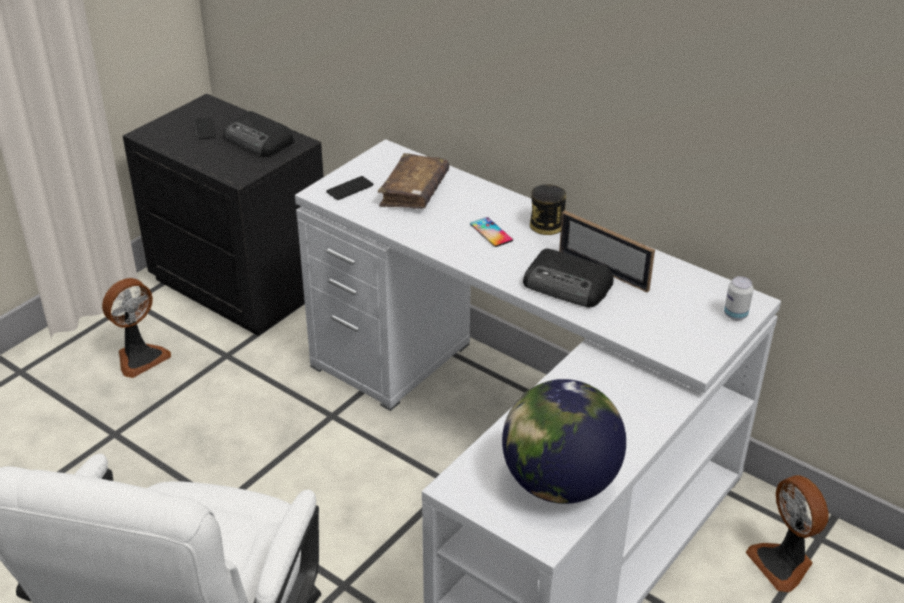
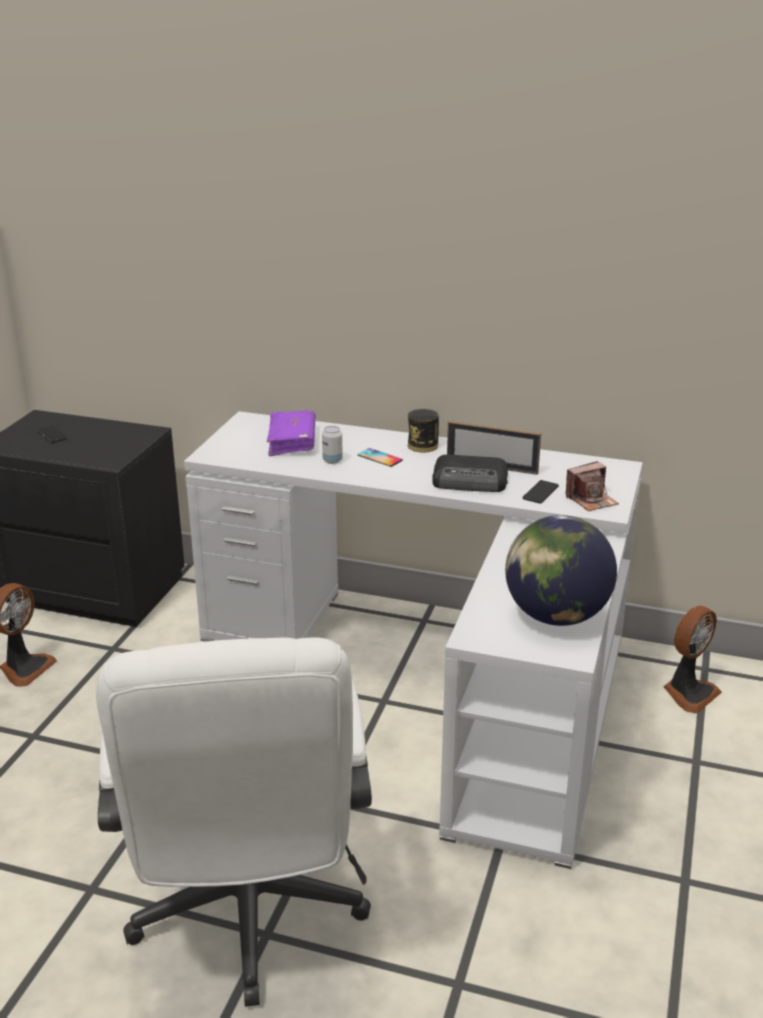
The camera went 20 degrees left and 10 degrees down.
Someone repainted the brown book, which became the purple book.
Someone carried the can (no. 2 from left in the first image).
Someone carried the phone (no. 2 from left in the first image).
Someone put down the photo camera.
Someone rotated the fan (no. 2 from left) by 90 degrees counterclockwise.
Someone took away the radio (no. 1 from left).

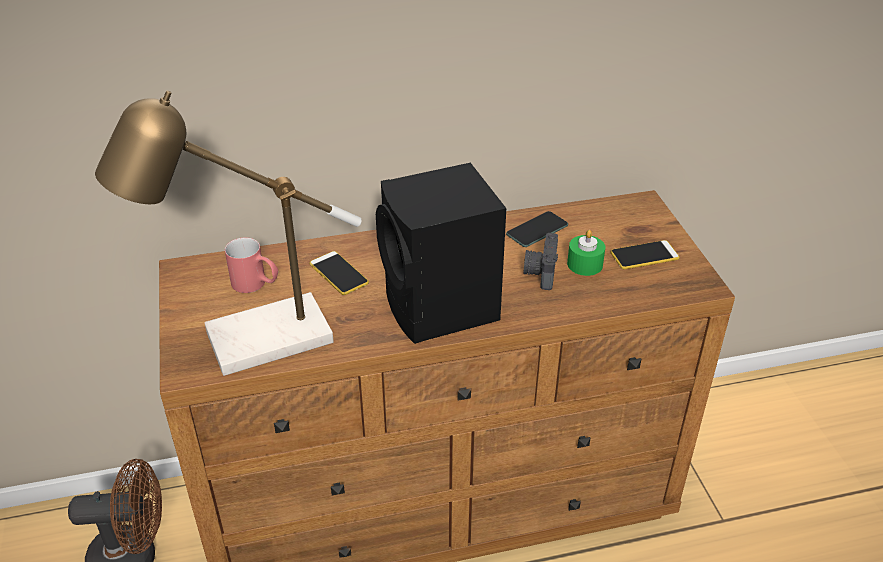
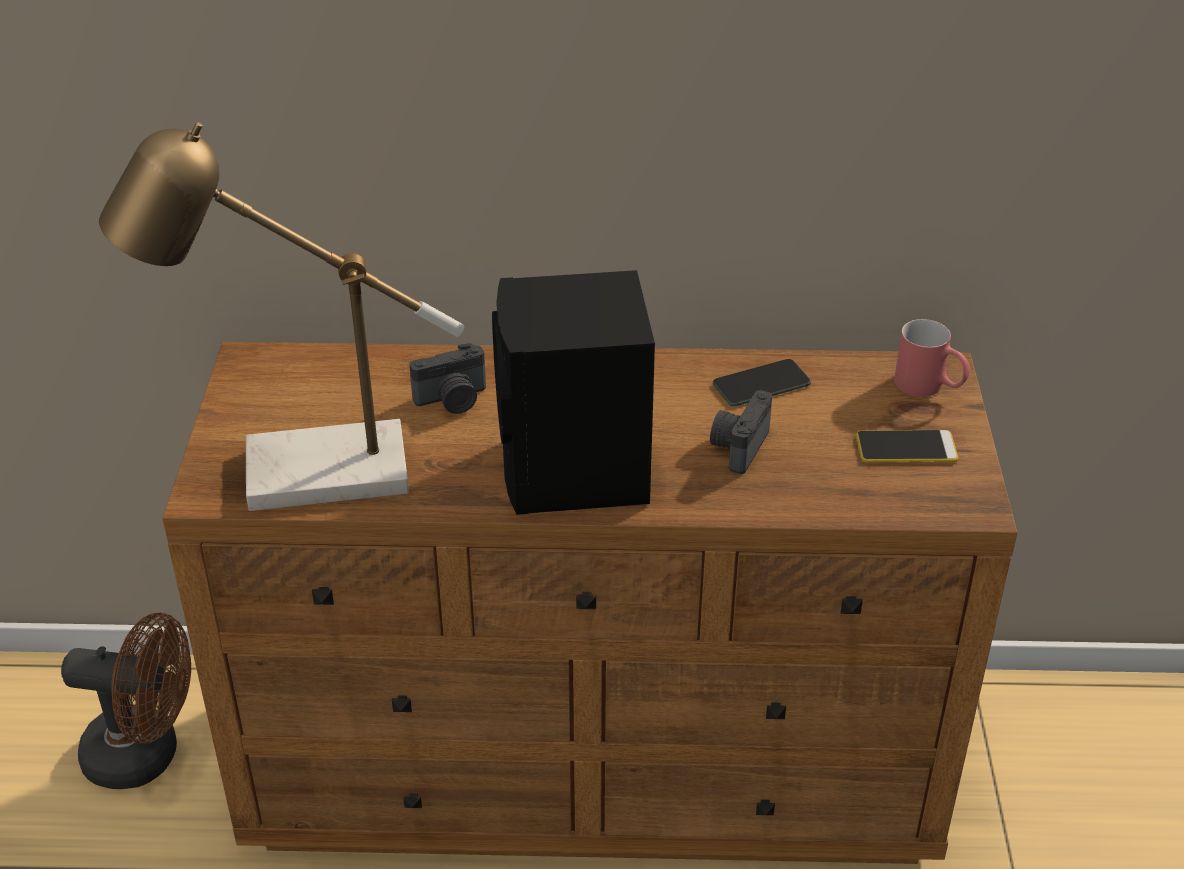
The camera went 15 degrees right and 0 degrees up.
Someone swapped the phone (no. 1 from left) for the photo camera (no. 1 from left).
Someone carried the red mug.
Someone took away the green candle.

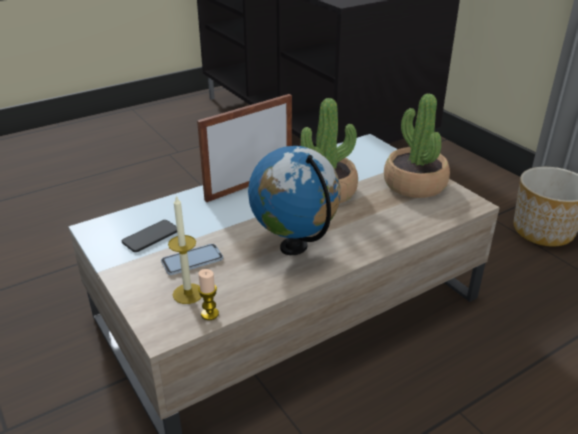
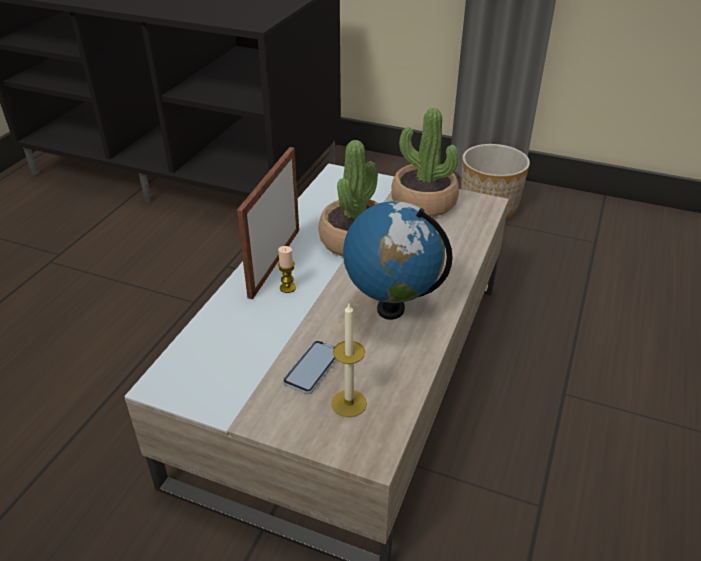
The camera went 35 degrees left and 5 degrees up.
Someone carried the candle (no. 2 from left in the first image).
Someone took away the phone (no. 1 from left).

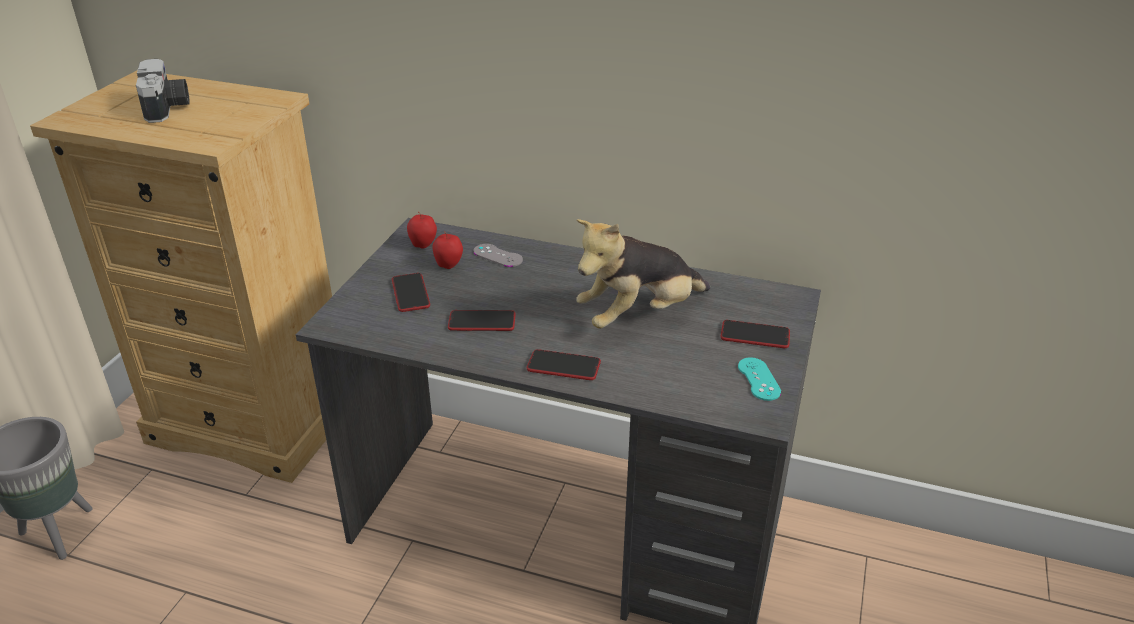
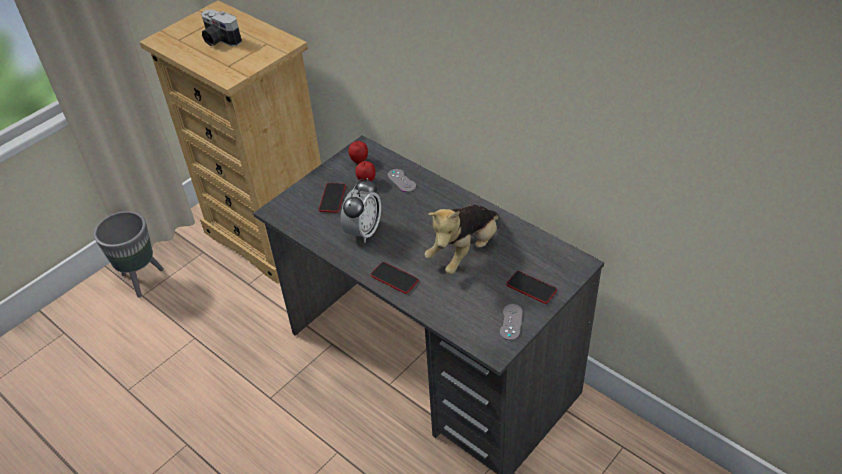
The camera went 25 degrees right and 10 degrees up.
Someone rotated the photo camera by 120 degrees clockwise.
Someone swapped the phone (no. 2 from left) for the alarm clock.
Someone rotated the plush toy by 45 degrees counterclockwise.
Someone repainted the turquoise game controller, which became the grey game controller (no. 2 from left).

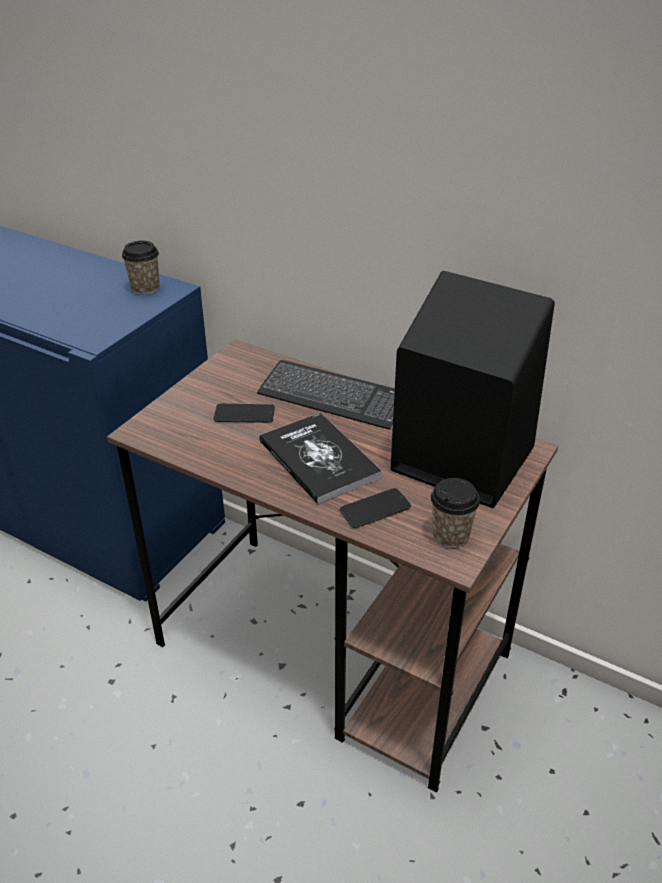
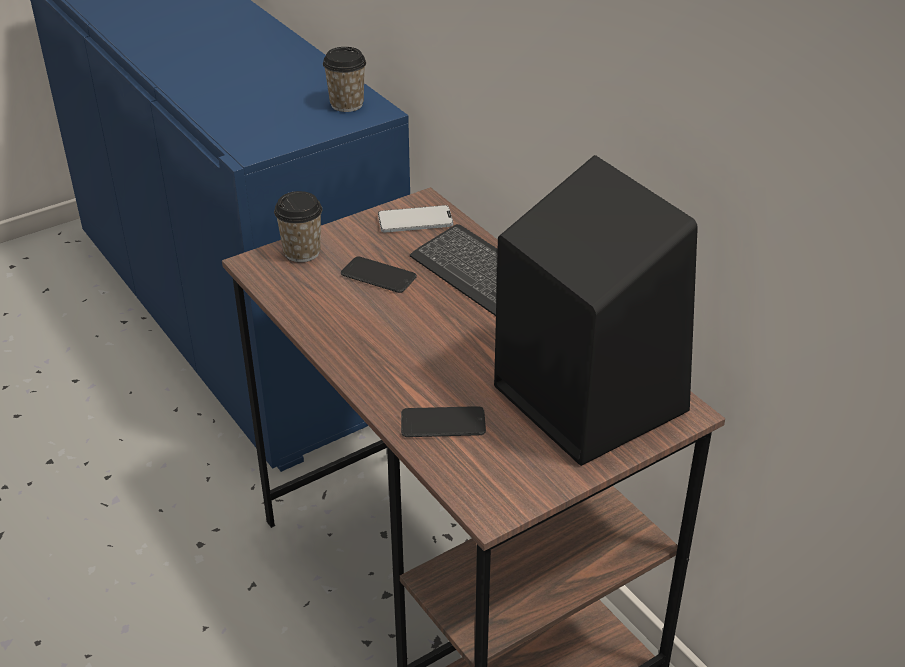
The camera went 25 degrees right and 0 degrees up.
Someone carried the cup (no. 2 from left in the first image).
Someone put down the phone (no. 2 from left).
Someone took away the book.

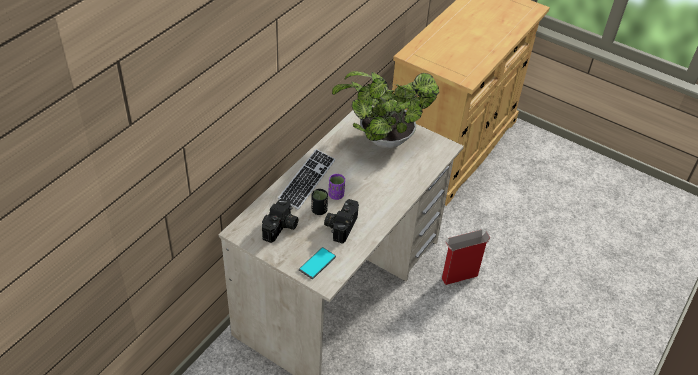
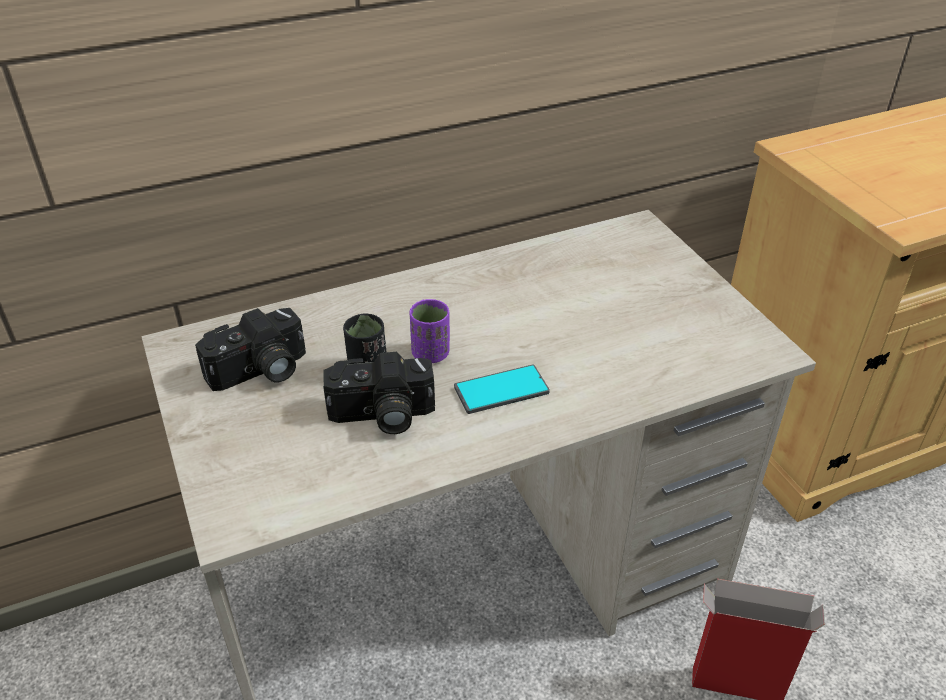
The camera went 35 degrees right and 5 degrees down.
Someone rotated the photo camera (no. 2 from left) by 150 degrees counterclockwise.
Someone carried the phone.
Someone took away the keyboard.
Someone took away the potted plant.

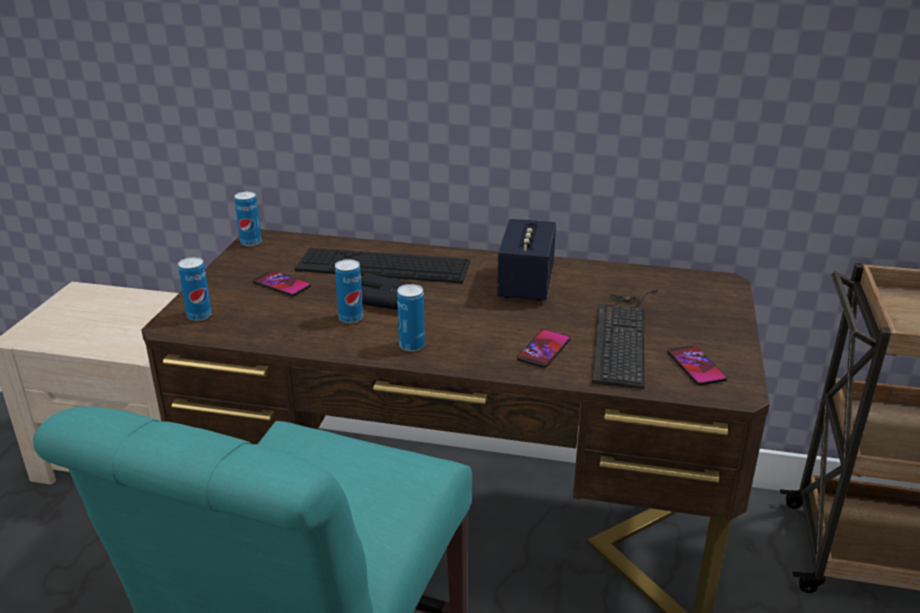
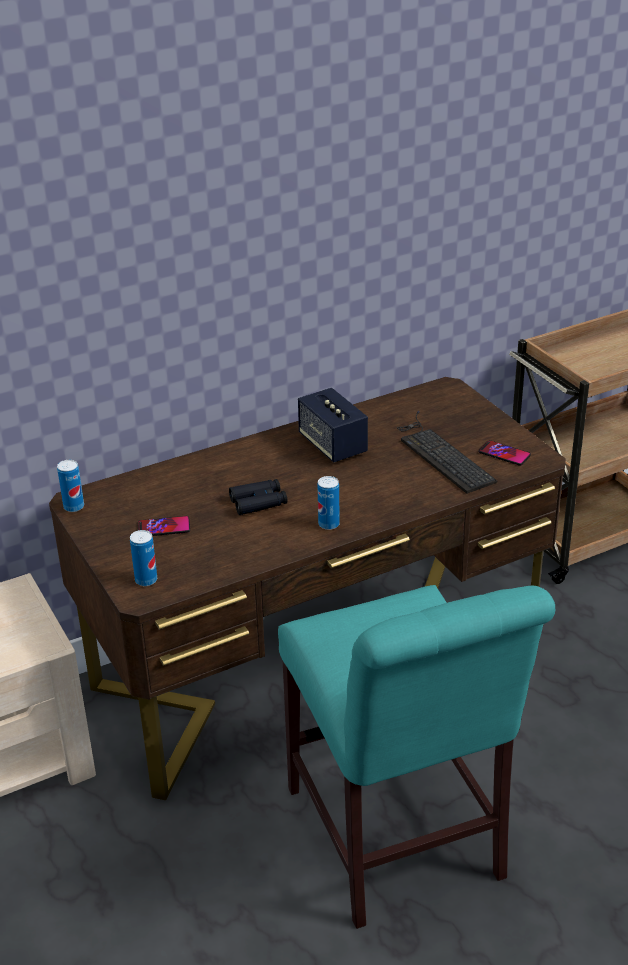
The camera went 40 degrees left and 5 degrees up.
Someone took away the keyboard (no. 1 from left).
Someone took away the can (no. 3 from left).
Someone took away the phone (no. 2 from left).

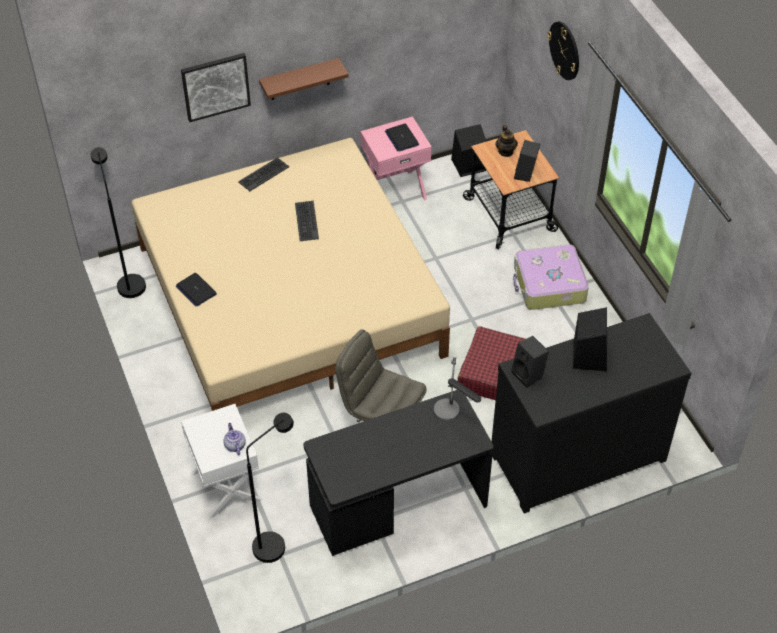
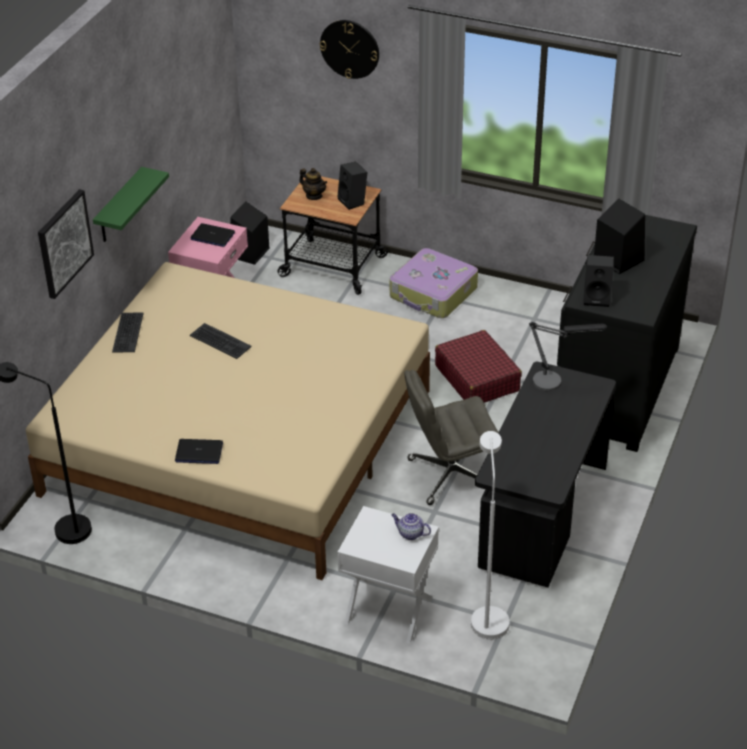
The camera went 45 degrees left and 10 degrees down.
Someone repainted the brown shelf, which became the green shelf.
Someone repainted the black floor lamp (no. 2 from left), which became the white floor lamp.

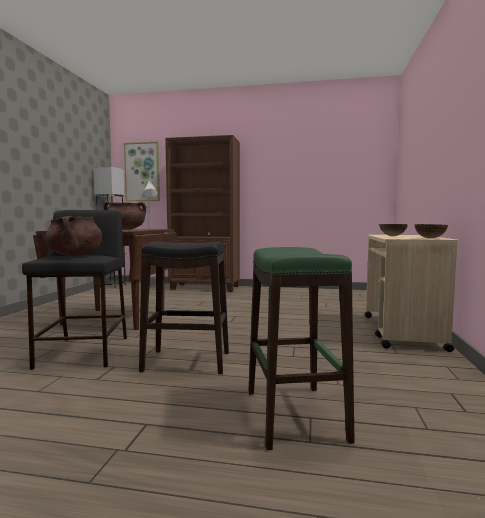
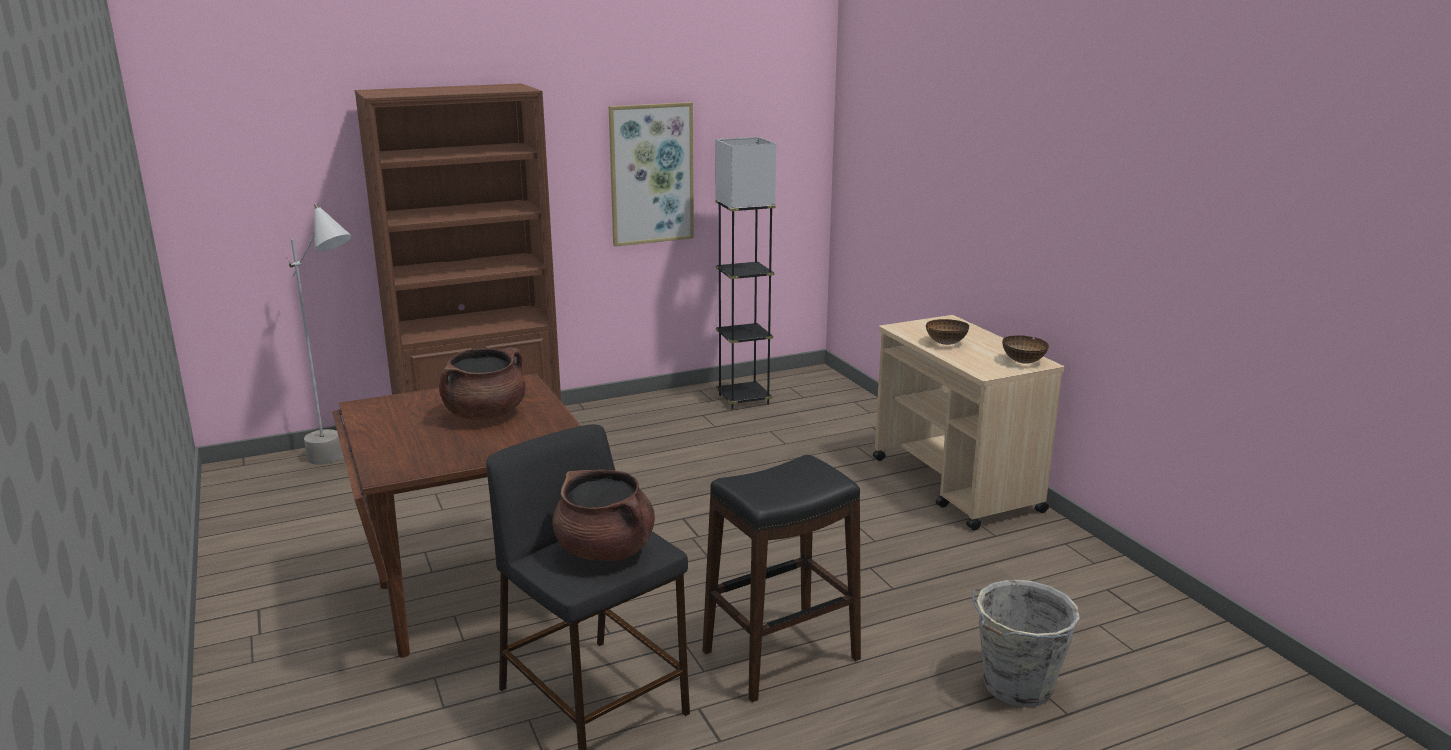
The camera went 35 degrees left and 15 degrees up.
Someone carried the picture.
Someone carried the grey floor lamp (no. 1 from left in the first image).
Someone swapped the green stool for the grey bucket.

